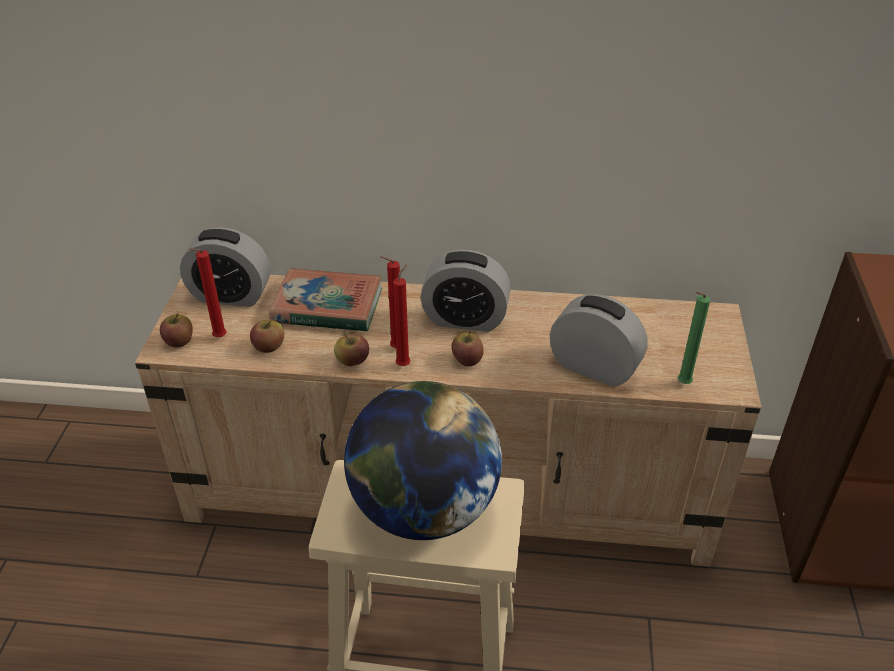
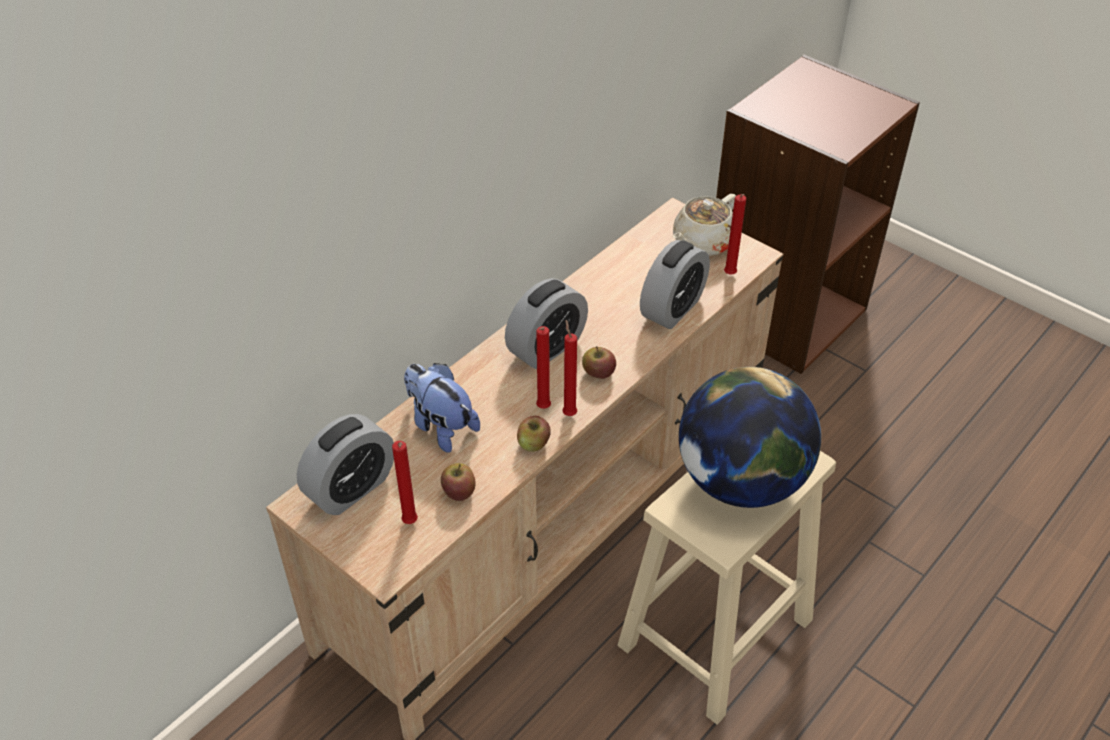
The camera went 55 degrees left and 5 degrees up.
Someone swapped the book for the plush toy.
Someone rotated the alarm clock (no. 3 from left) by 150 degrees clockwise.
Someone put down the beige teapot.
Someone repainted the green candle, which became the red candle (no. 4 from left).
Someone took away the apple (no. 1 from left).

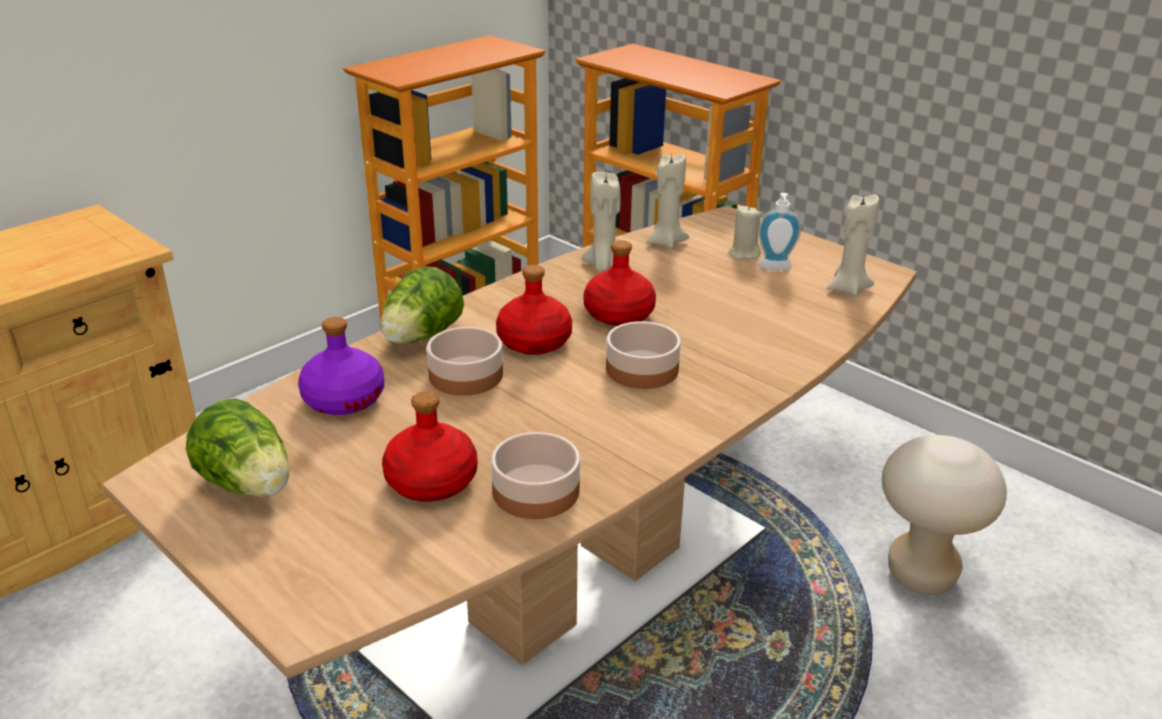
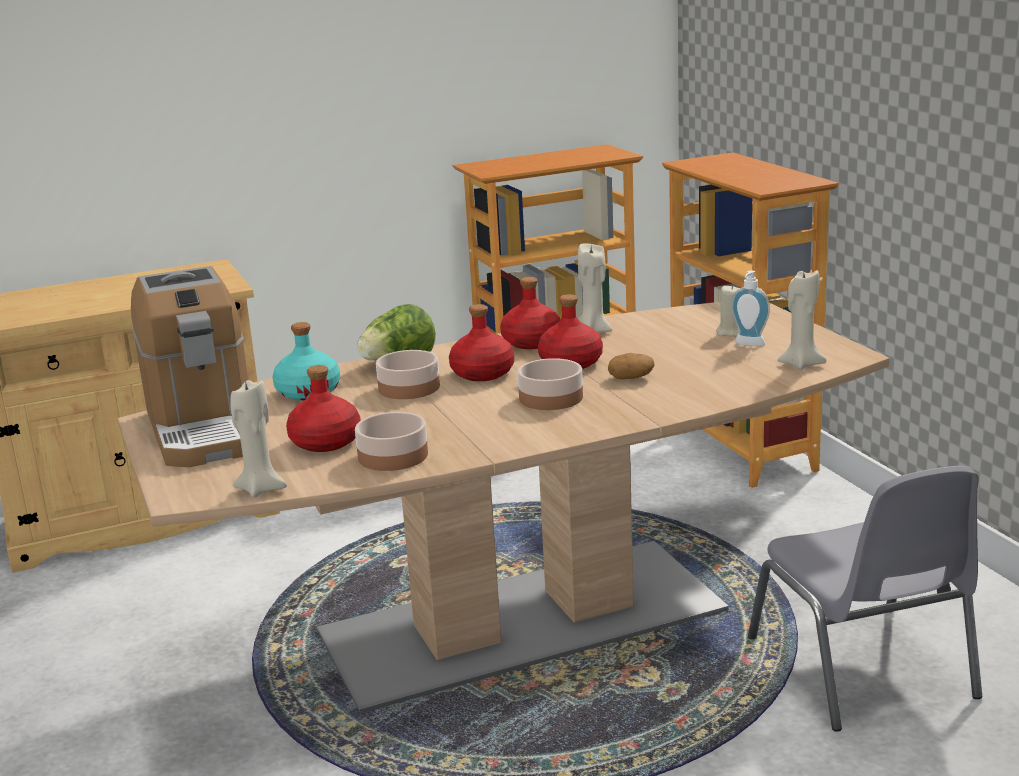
The camera went 25 degrees right and 10 degrees down.
Someone swapped the lettuce (no. 1 from left) for the coffee machine.
Someone carried the beige candle (no. 2 from left in the first image).
Someone repainted the purple bottle, which became the turquoise bottle.
Someone put down the red bottle (no. 3 from left).
Someone put down the potato.
Someone swapped the beige stool for the grey chair.

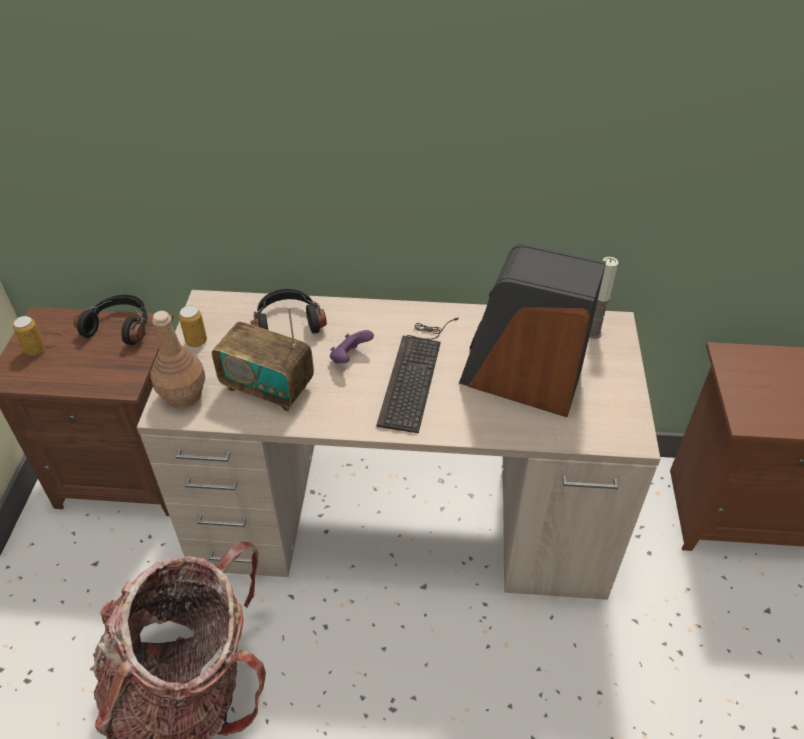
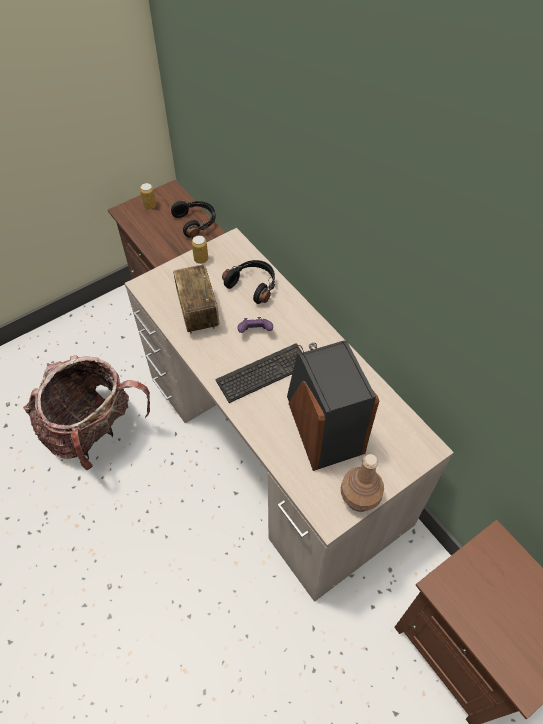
The camera went 50 degrees right and 10 degrees up.
Someone carried the brown bottle.
Someone took away the candle.

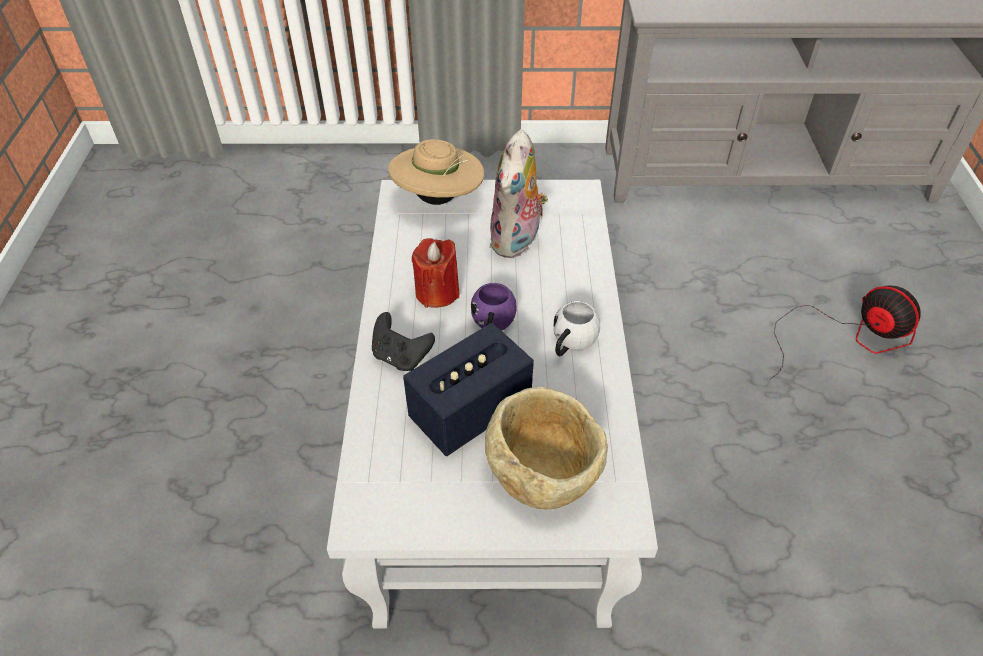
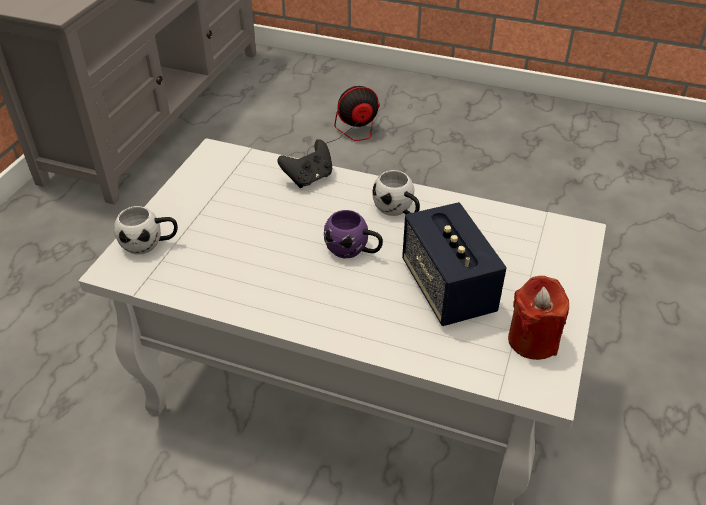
The camera went 70 degrees left and 5 degrees down.
Someone swapped the beige hat for the white mug (no. 1 from left).
Someone carried the black game controller.
Someone carried the red candle.
Someone took away the beige bowl.
Someone took away the plush toy.

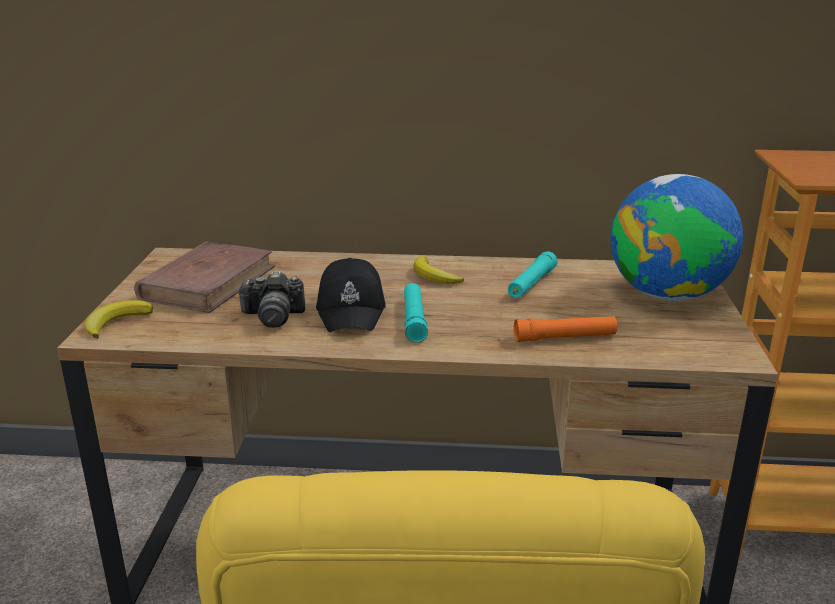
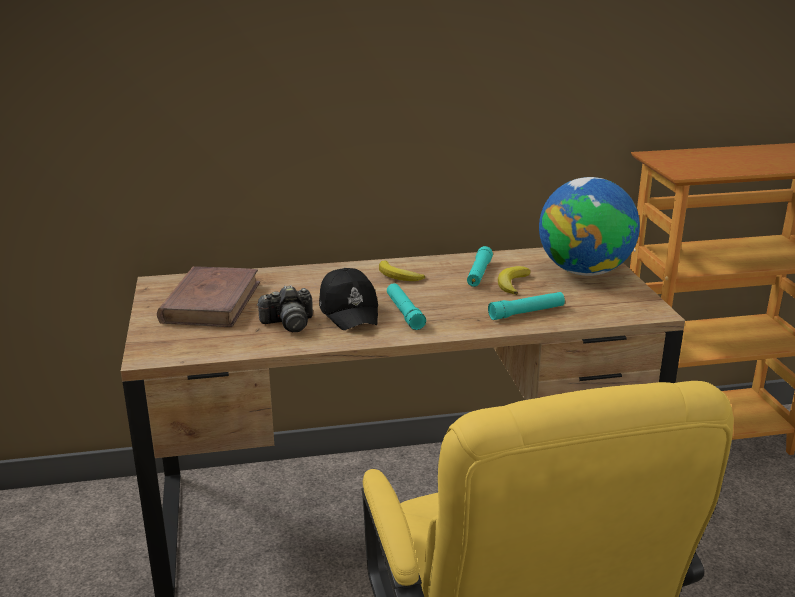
The camera went 15 degrees left and 0 degrees up.
Someone repainted the orange flashlight, which became the turquoise flashlight (no. 3 from left).
Someone carried the banana (no. 1 from left in the first image).

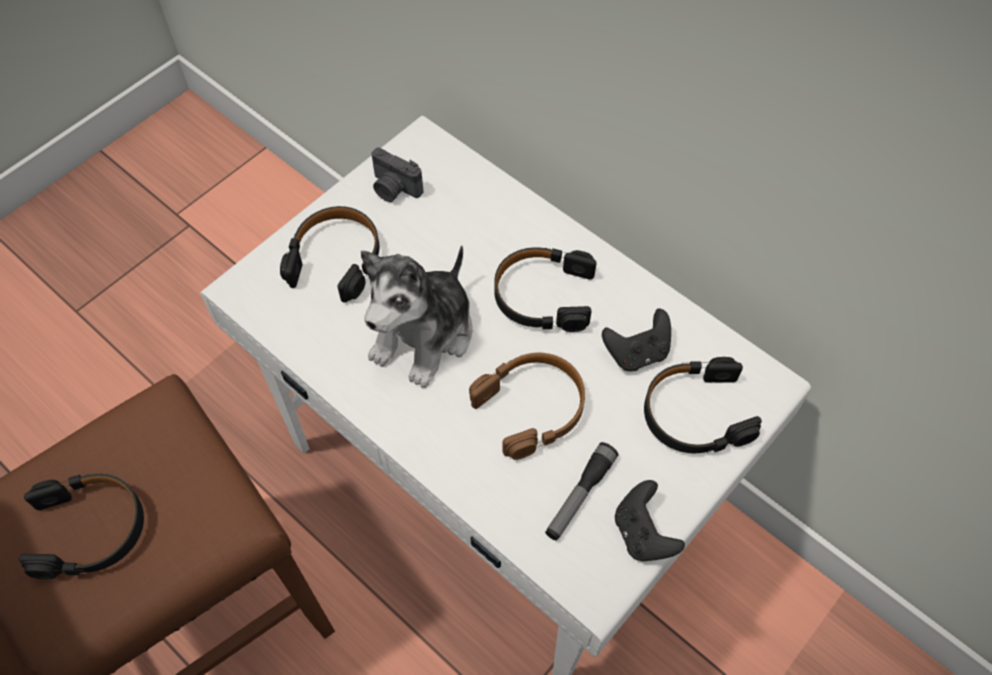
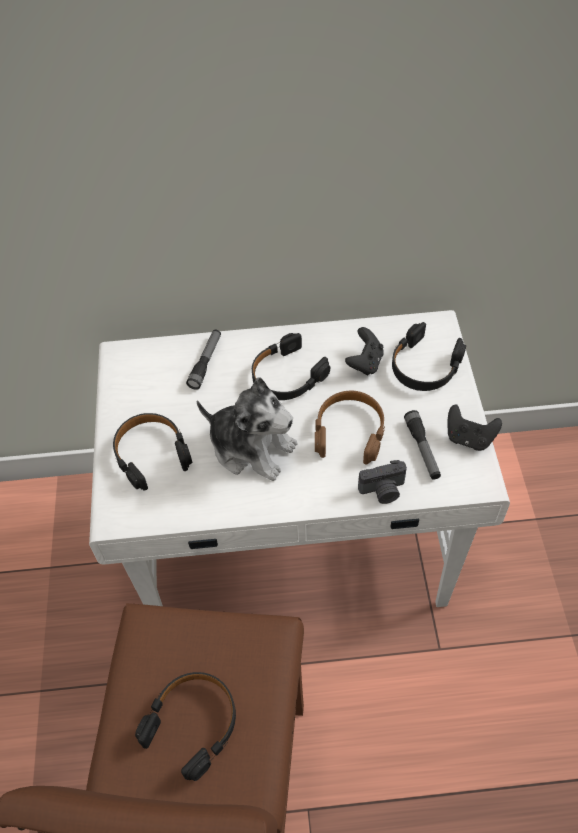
The camera went 45 degrees left and 5 degrees down.
Someone put down the flashlight (no. 1 from left).
Someone rotated the plush toy by 45 degrees counterclockwise.
Someone carried the photo camera.

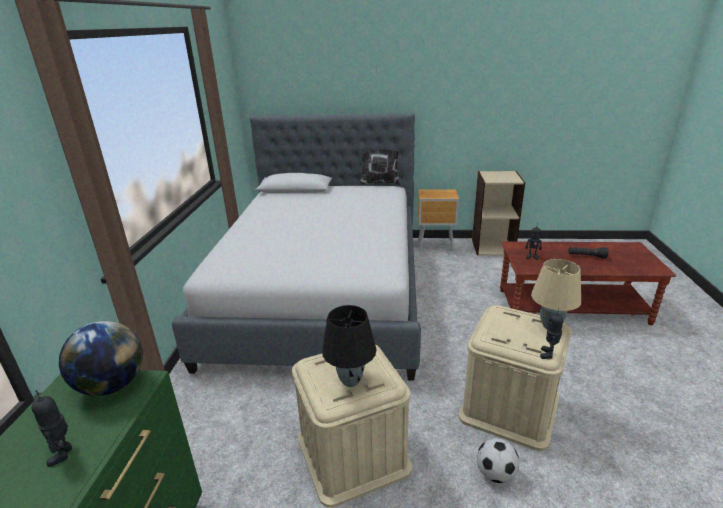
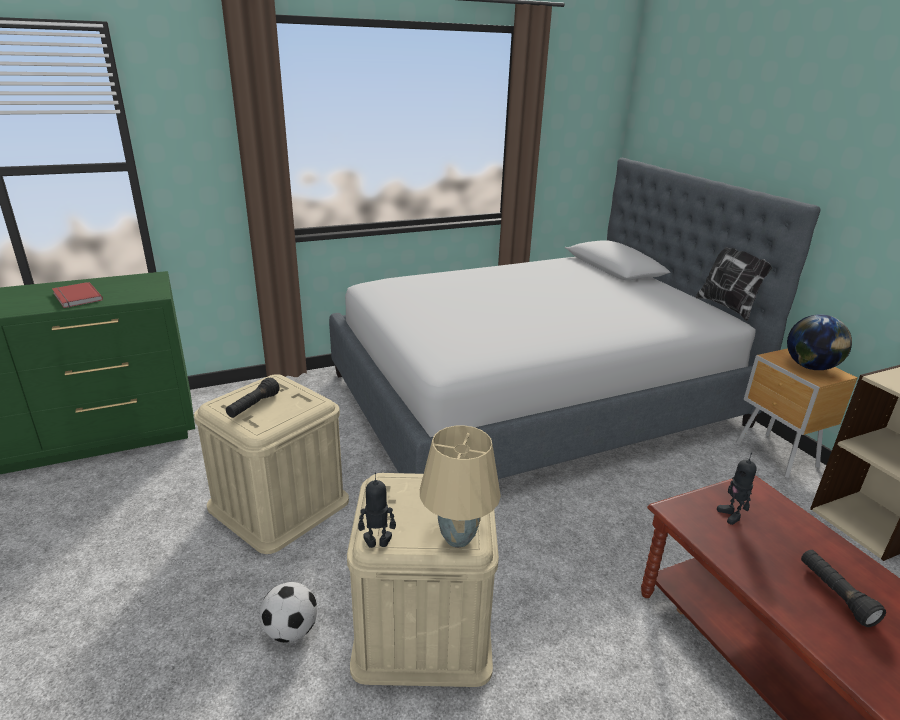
The camera went 60 degrees right and 0 degrees up.
Someone swapped the toy robot (no. 1 from left) for the red book.
Someone swapped the black table lamp for the black flashlight (no. 1 from left).
Someone carried the globe.

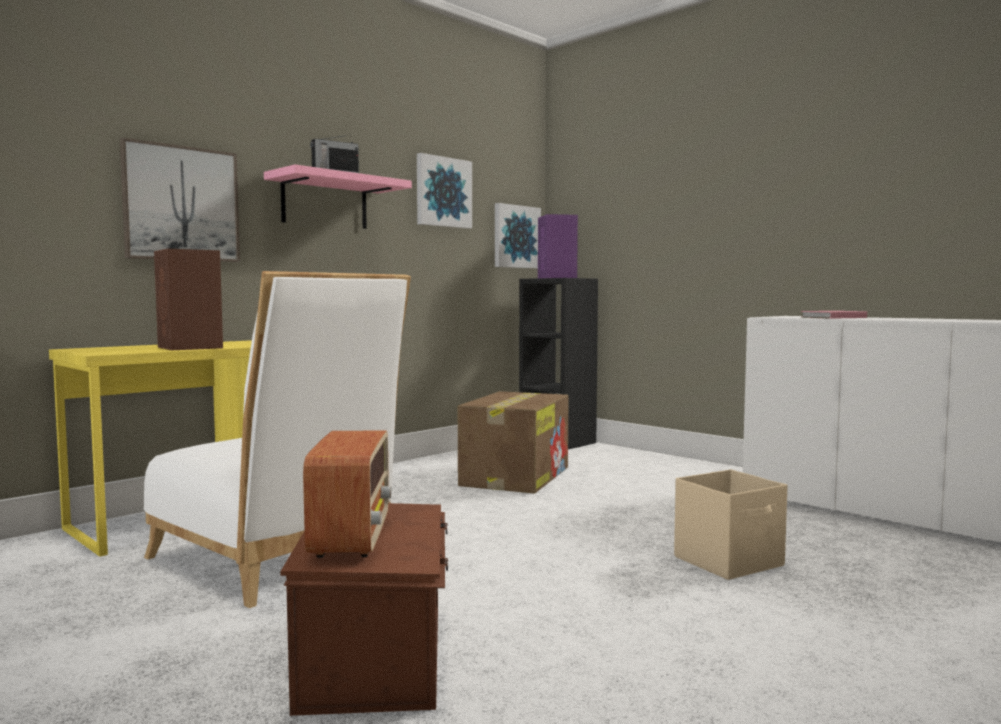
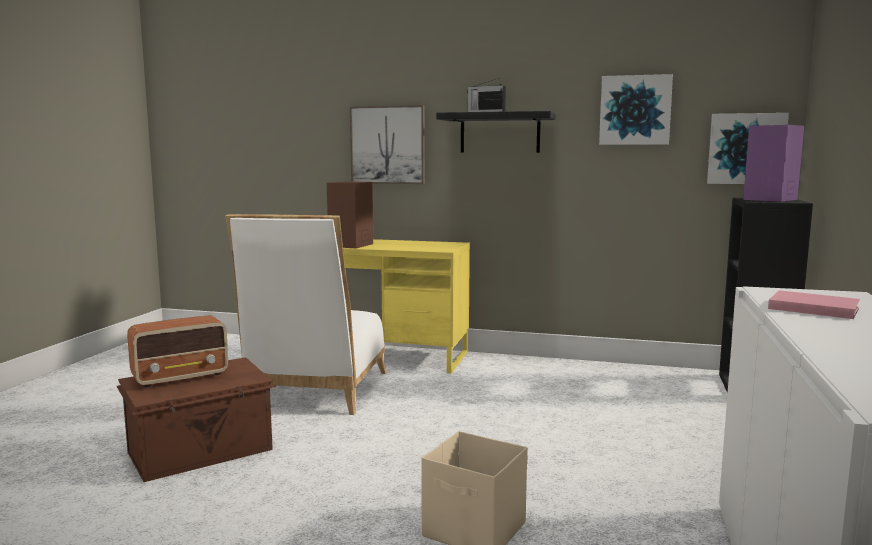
The camera went 60 degrees right and 5 degrees up.
Someone repainted the pink shelf, which became the black shelf.
Someone took away the cardboard box.

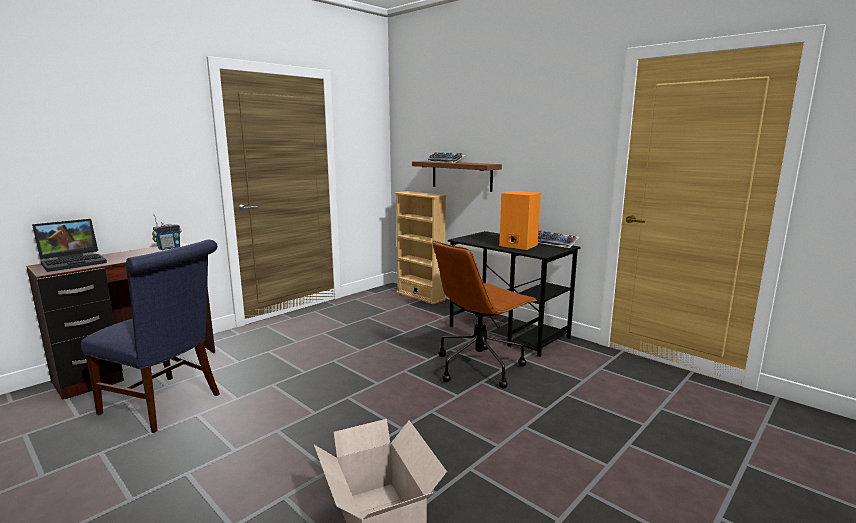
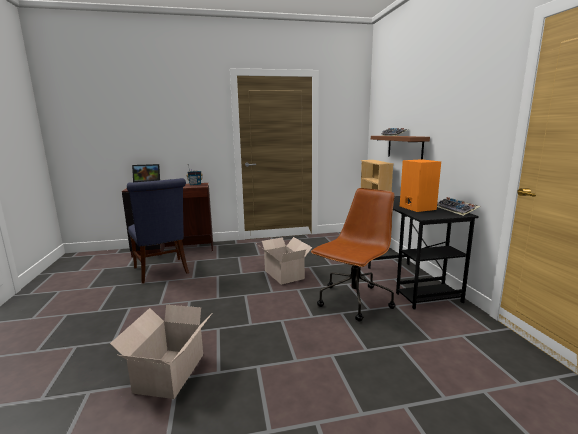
The camera went 35 degrees right and 0 degrees up.
Someone put down the cardboard box (no. 2 from left).
Someone rotated the brown office chair by 135 degrees clockwise.

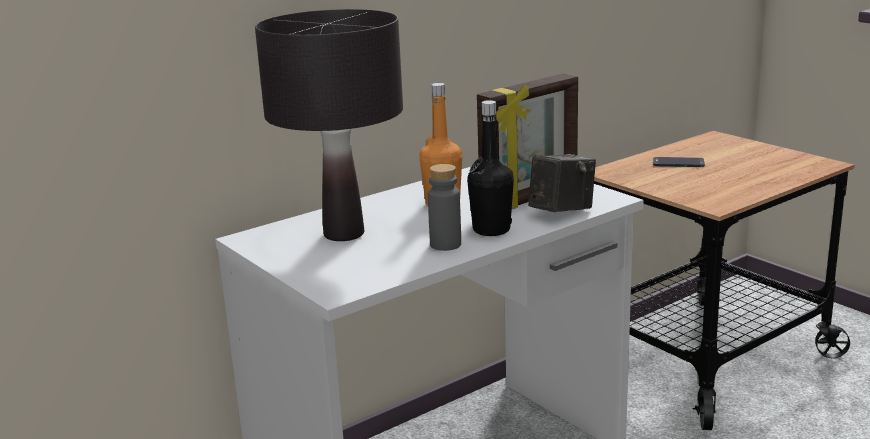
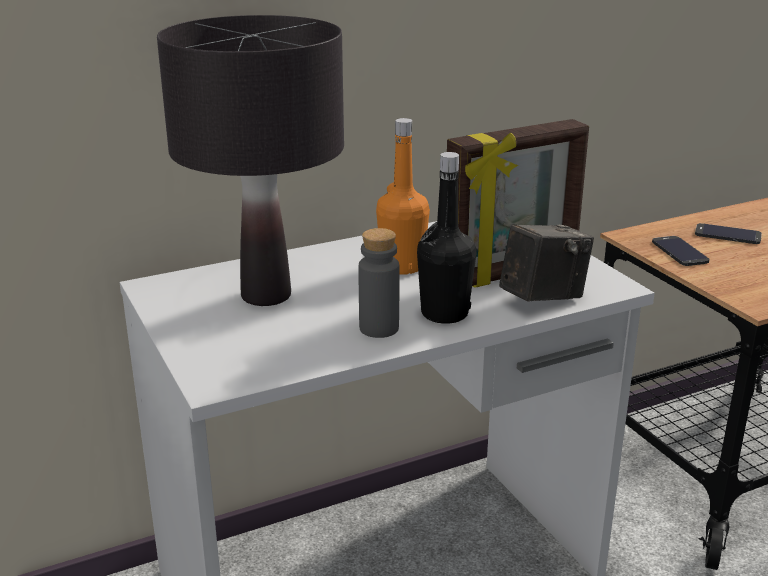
The camera went 10 degrees right and 5 degrees up.
Someone put down the phone (no. 1 from left).

